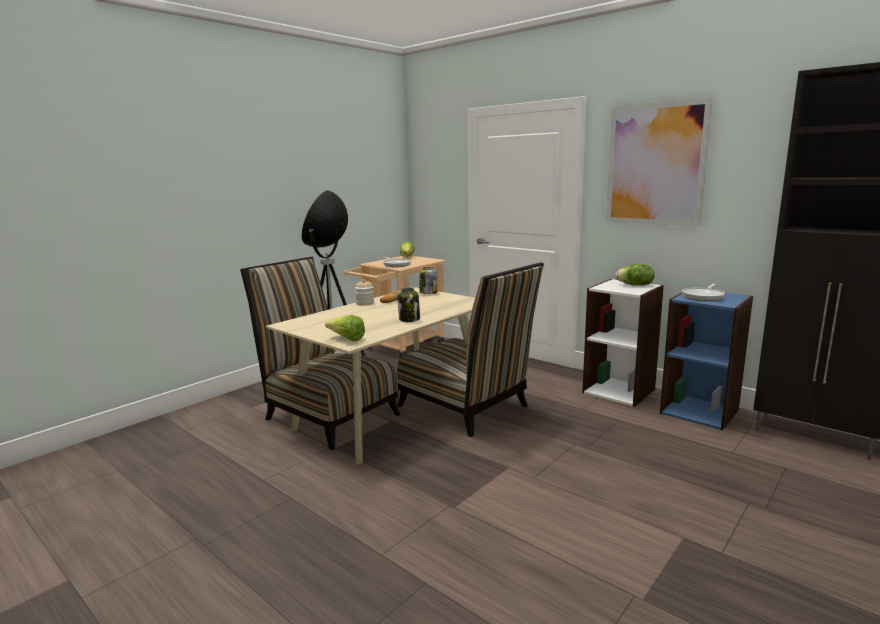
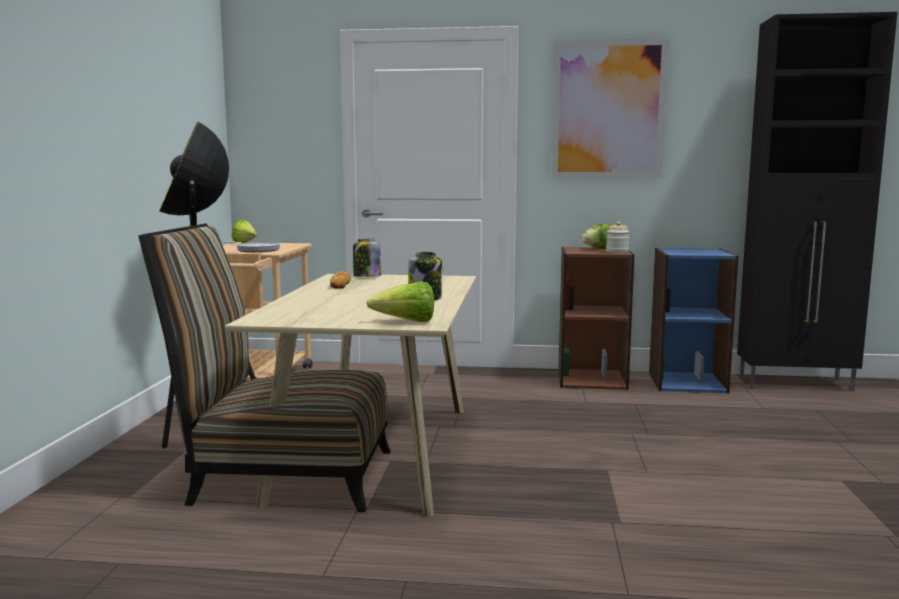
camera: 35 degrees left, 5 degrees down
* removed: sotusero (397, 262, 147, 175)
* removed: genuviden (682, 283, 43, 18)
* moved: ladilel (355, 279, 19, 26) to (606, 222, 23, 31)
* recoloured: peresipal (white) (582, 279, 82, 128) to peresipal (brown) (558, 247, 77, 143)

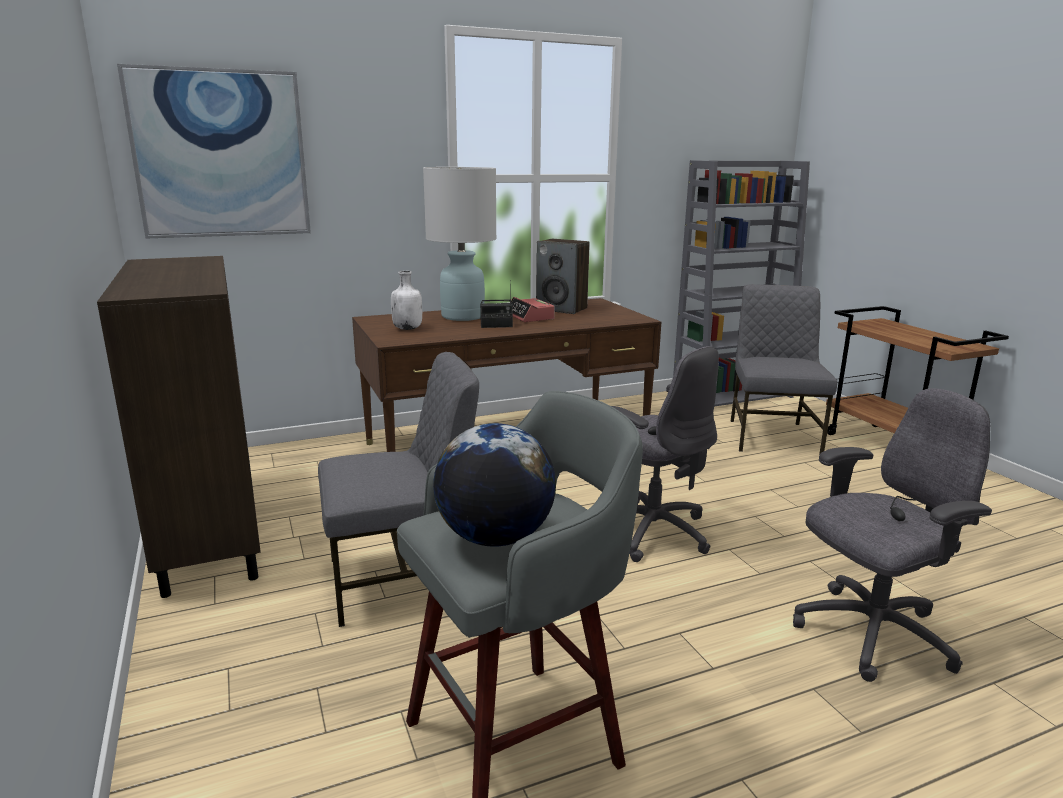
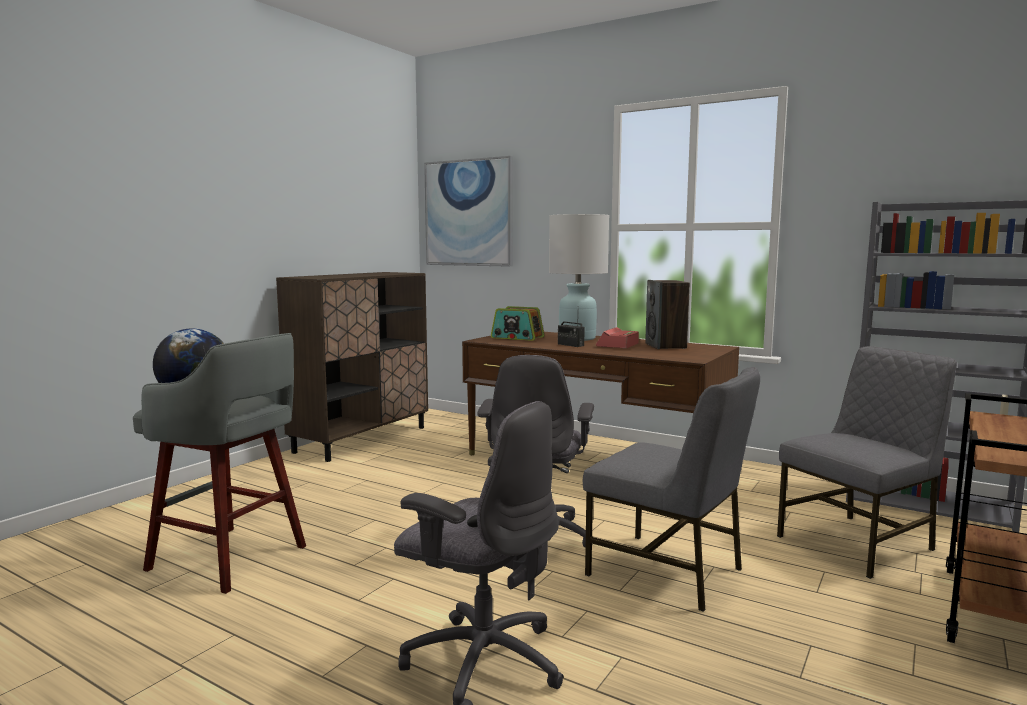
camera: 55 degrees right, 10 degrees down
* moved: sotusero (grey) (318, 352, 161, 275) to (583, 367, 177, 245)
* replaced: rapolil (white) (391, 271, 31, 59) to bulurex (491, 306, 53, 35)

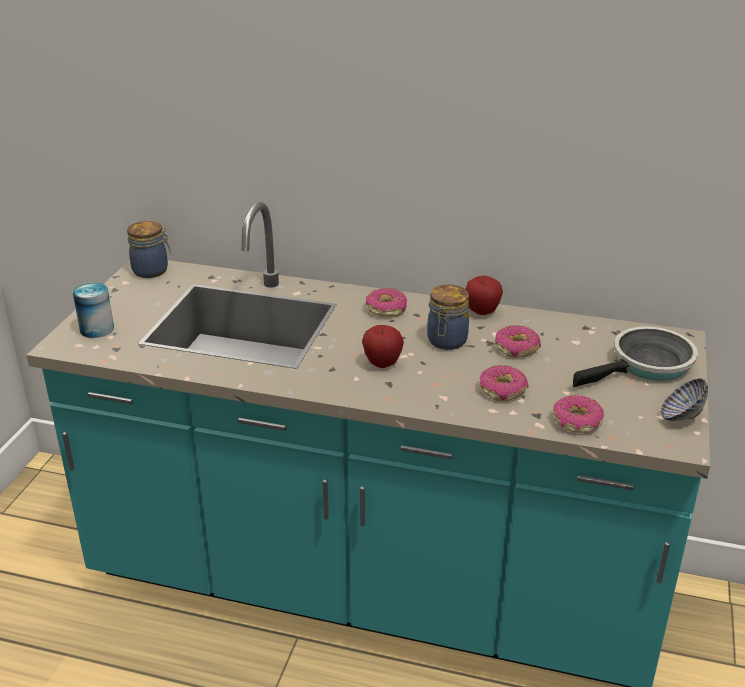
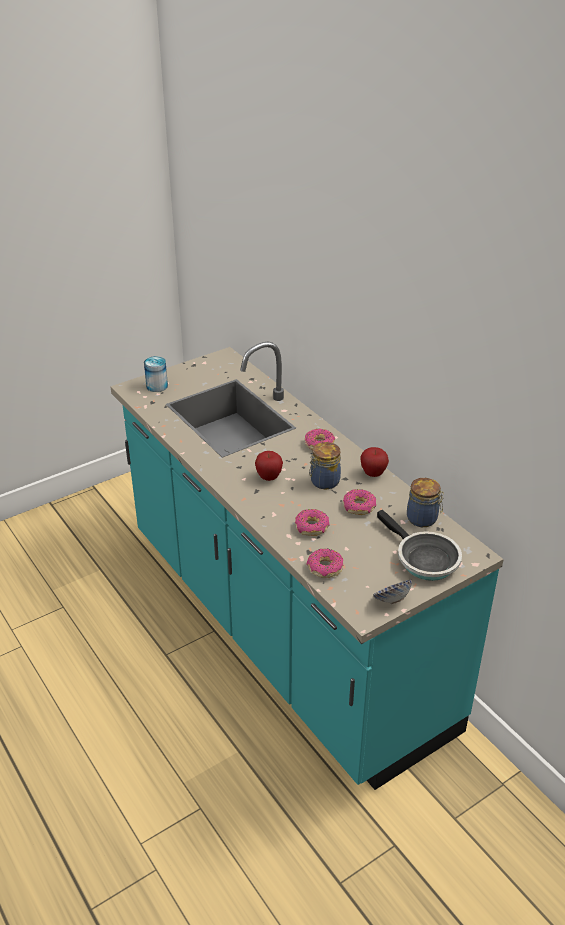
camera: 40 degrees right, 5 degrees up
* moved: ladilel (127, 221, 44, 57) to (407, 478, 37, 49)
* turned: genuviden (573, 326, 125, 61) = (377, 510, 85, 71) 45 degrees clockwise

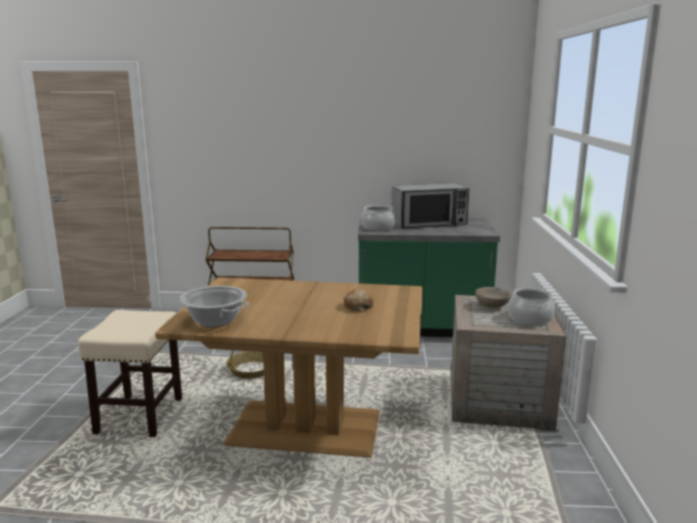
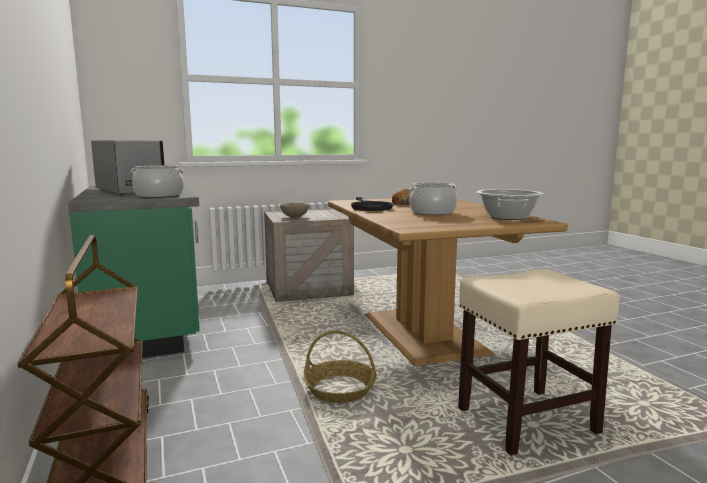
camera: 115 degrees left, 5 degrees down
* added: genuviden (black) (351, 197, 42, 14)
* moved: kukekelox (508, 288, 47, 38) to (409, 182, 48, 33)

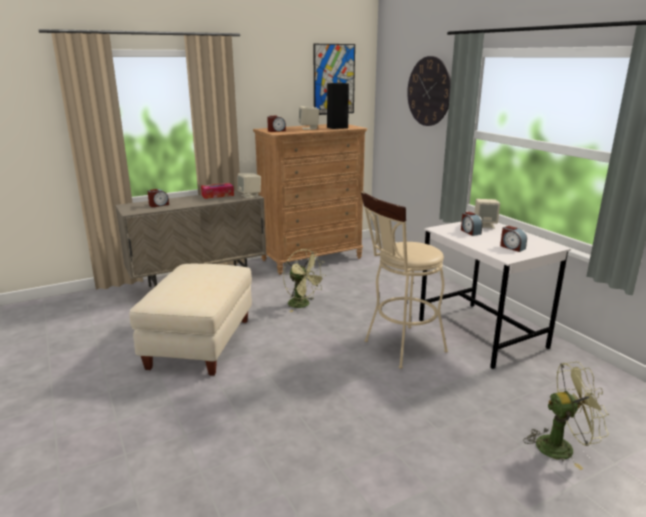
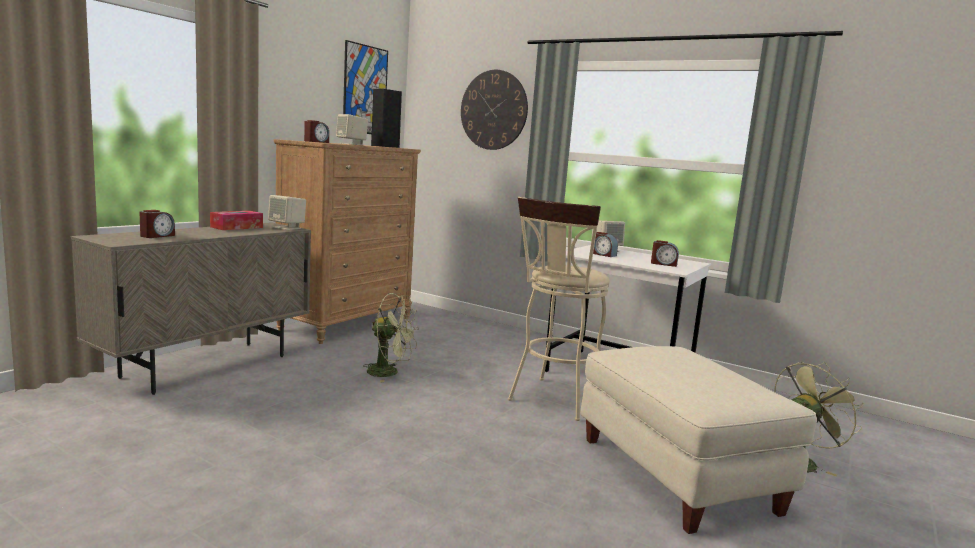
camera: 30 degrees left, 10 degrees down
* moved: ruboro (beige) (129, 264, 123, 112) to (580, 346, 237, 188)

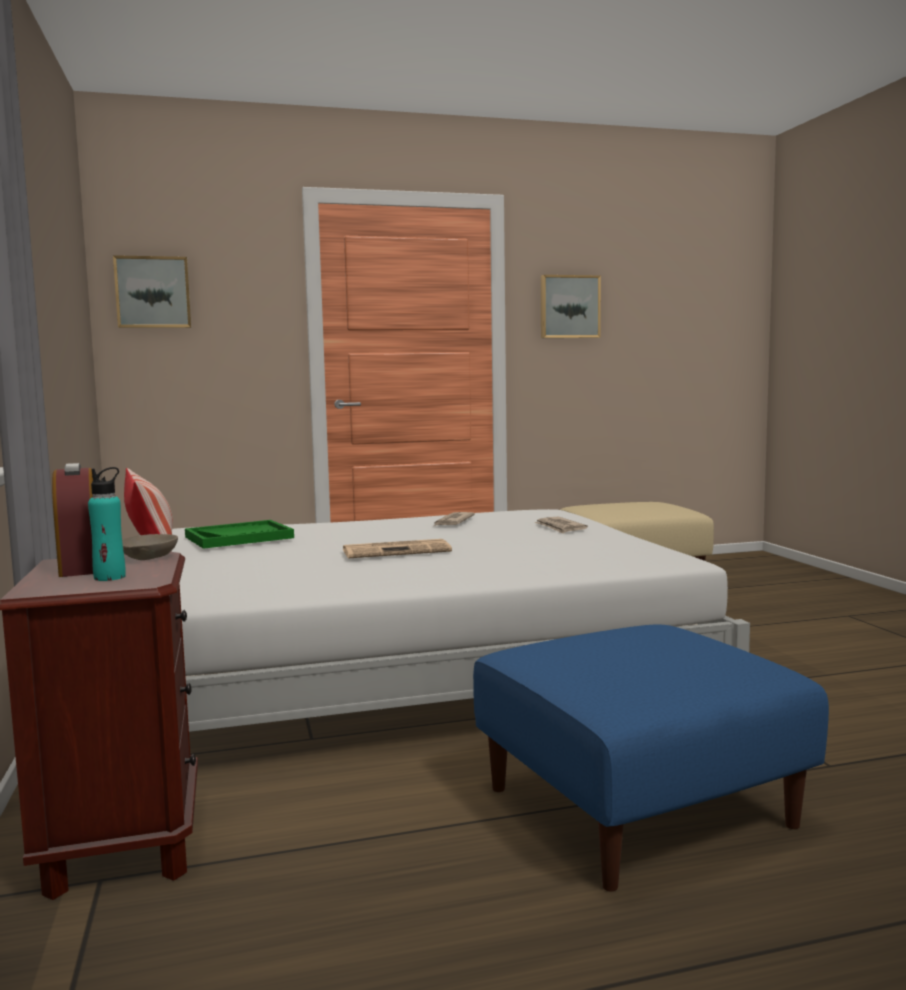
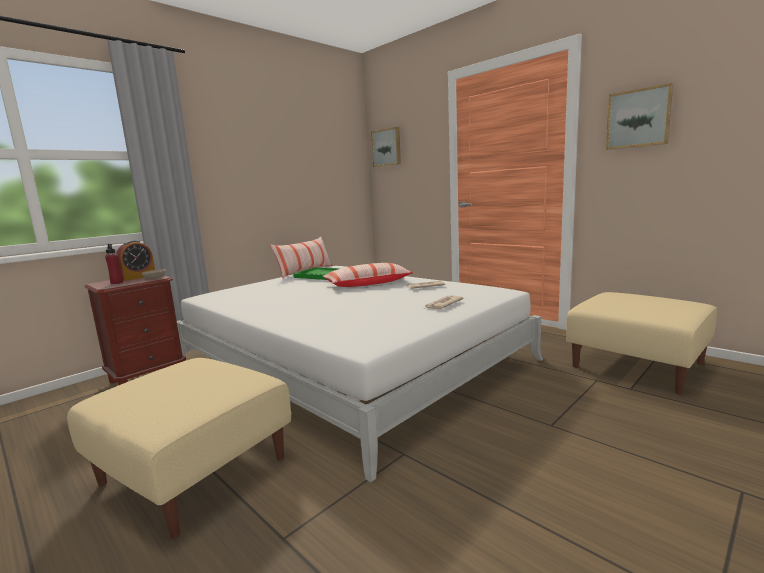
camera: 60 degrees right, 5 degrees up
* removed: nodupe (343, 539, 109, 19)
* added: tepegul (323, 263, 90, 24)
* recoloured: rapolil (turquoise) (88, 467, 38, 114) to rapolil (red) (105, 244, 18, 40)
* recoloured: ruboro (blue) (473, 624, 356, 268) to ruboro (beige) (67, 358, 224, 180)

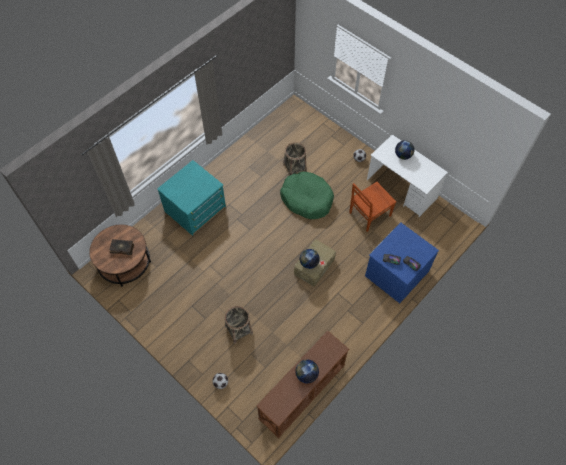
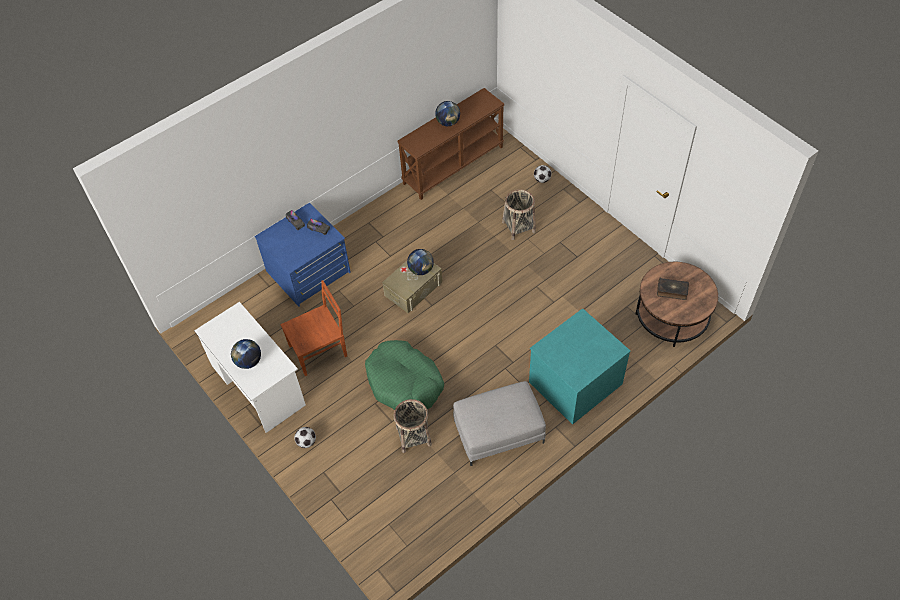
camera: 170 degrees left, 5 degrees down
* added: ruboro (grey) (453, 381, 93, 85)

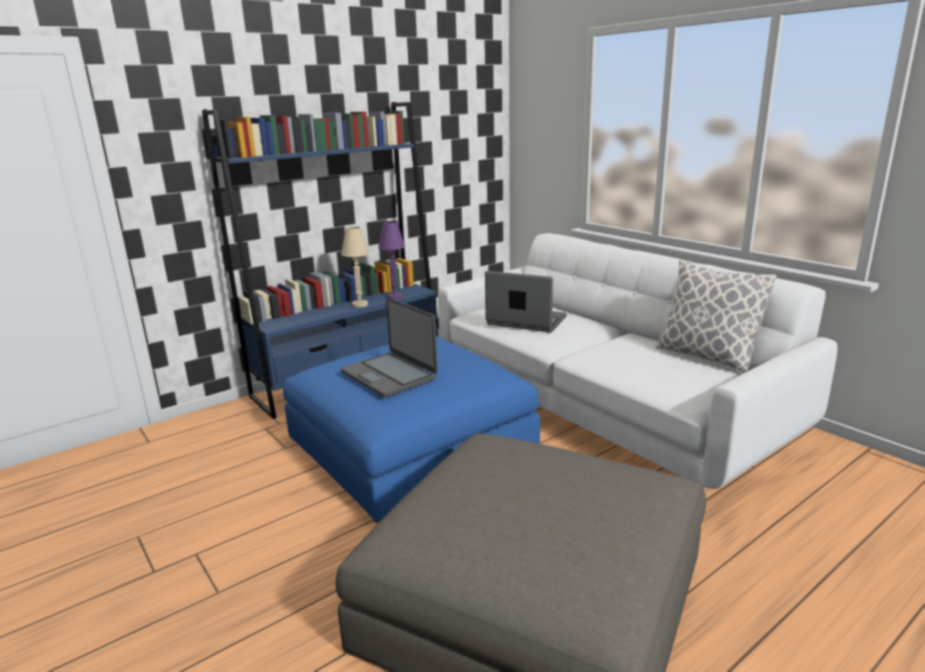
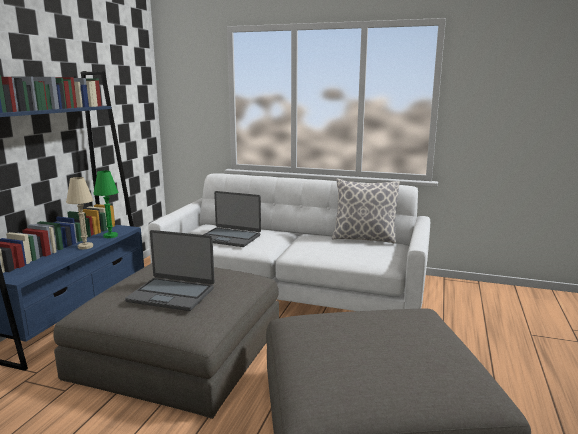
camera: 35 degrees left, 5 degrees down
* recoloured: ruboro (blue) (283, 336, 257, 187) to ruboro (grey) (53, 263, 226, 156)
* recoloured: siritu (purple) (378, 221, 27, 78) to siritu (green) (93, 171, 25, 67)
* turned: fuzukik (485, 271, 82, 61) = (203, 191, 58, 56) 150 degrees counterclockwise

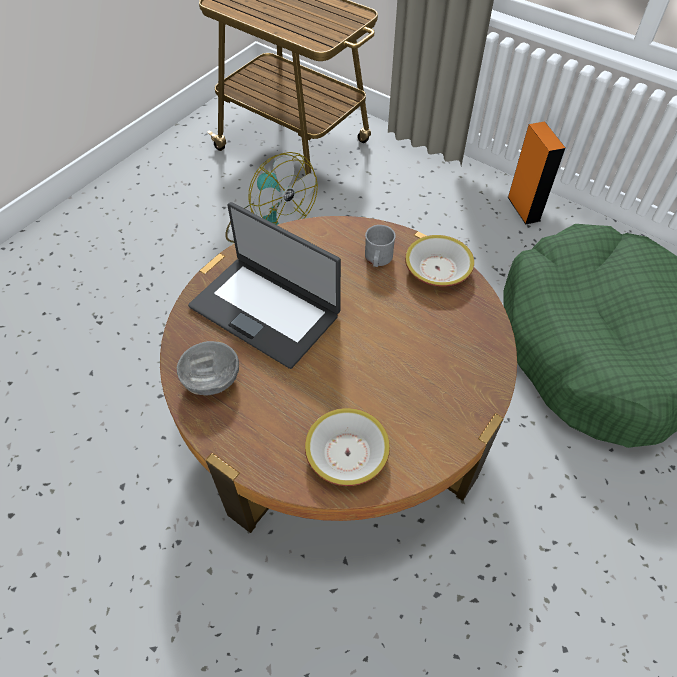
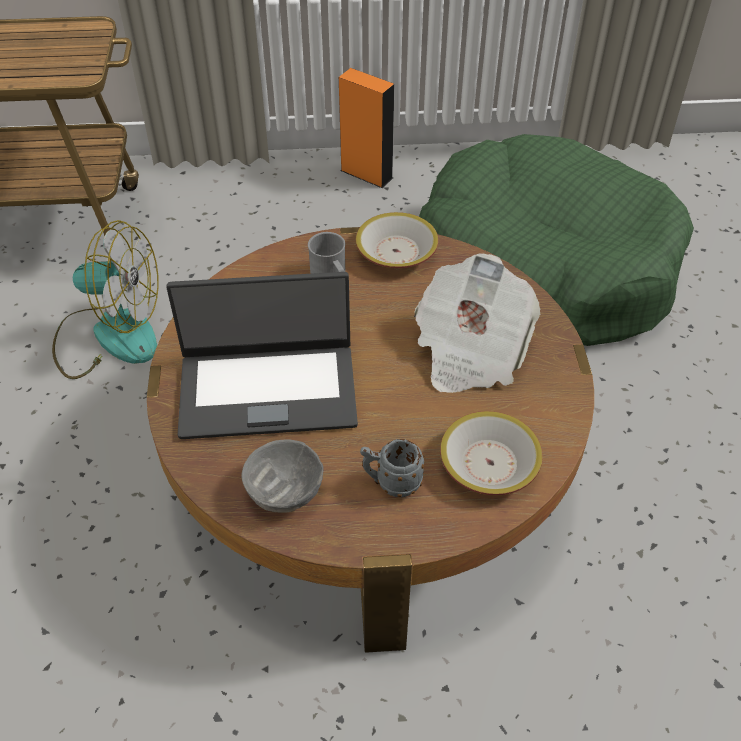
camera: 40 degrees left, 5 degrees down
* added: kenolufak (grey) (360, 439, 64, 58)
* added: nodupe (414, 253, 126, 140)

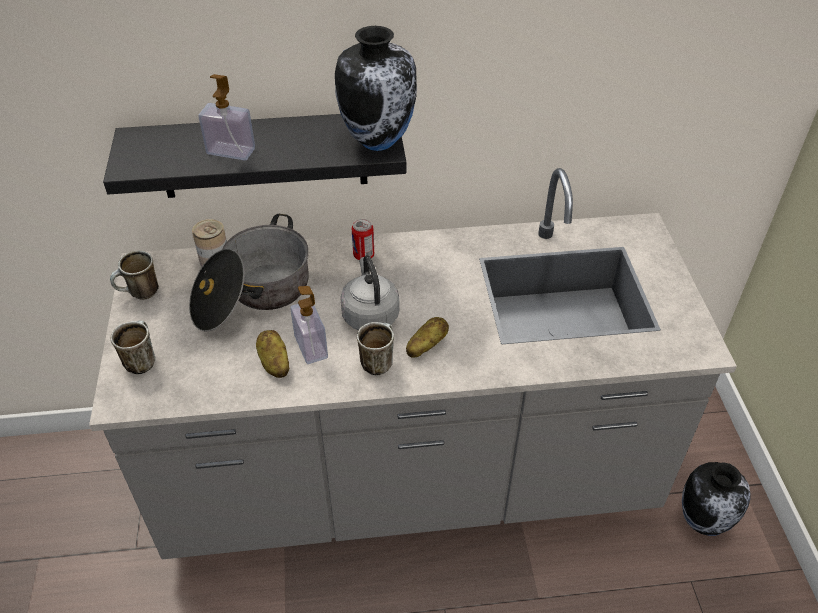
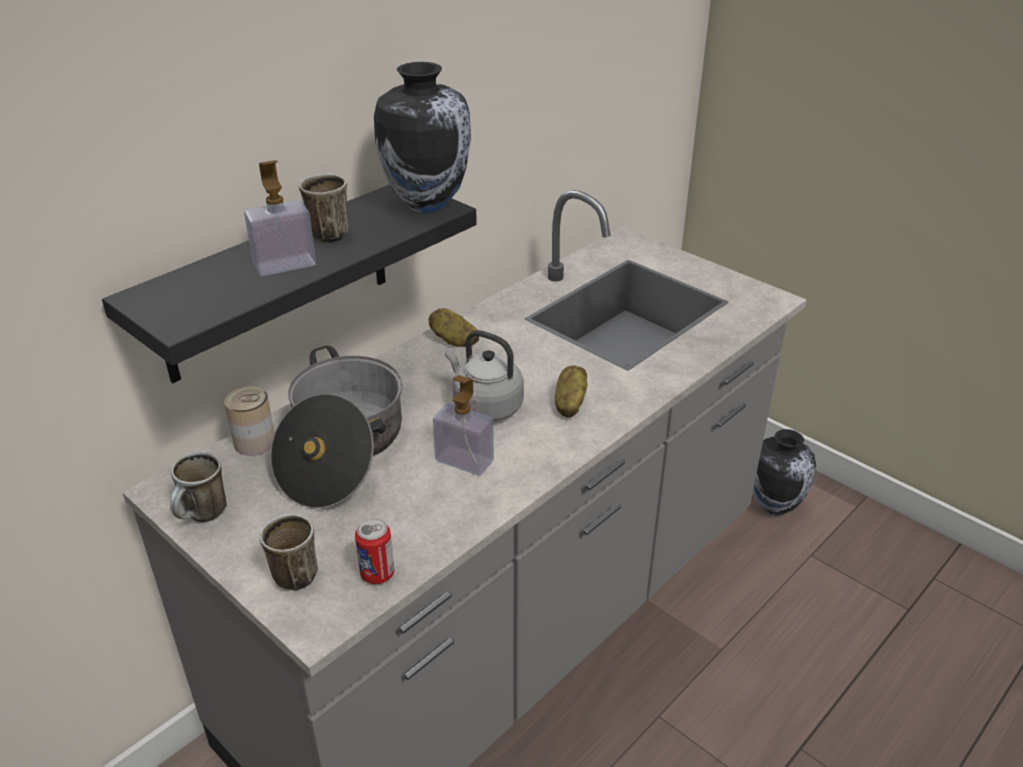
camera: 40 degrees left, 10 degrees down
* moved: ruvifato (256, 330, 33, 48) to (429, 308, 50, 39)
* moved: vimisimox (351, 219, 23, 41) to (355, 518, 39, 66)
* moved: kenolufak (357, 322, 37, 53) to (299, 174, 50, 69)

